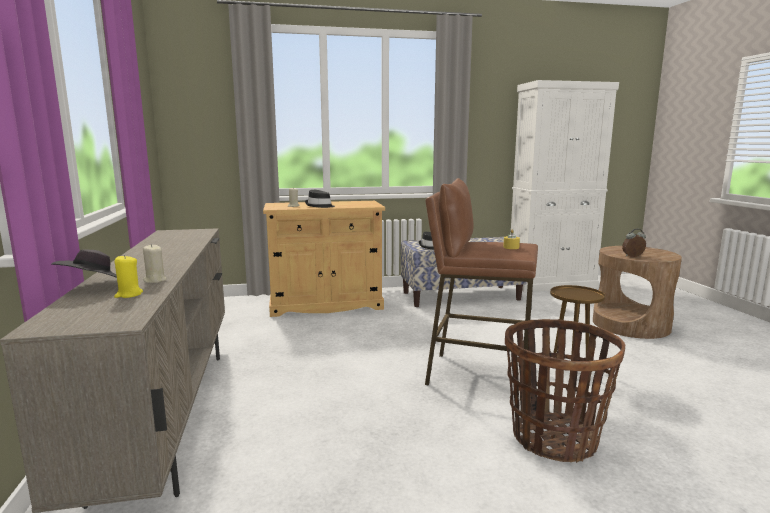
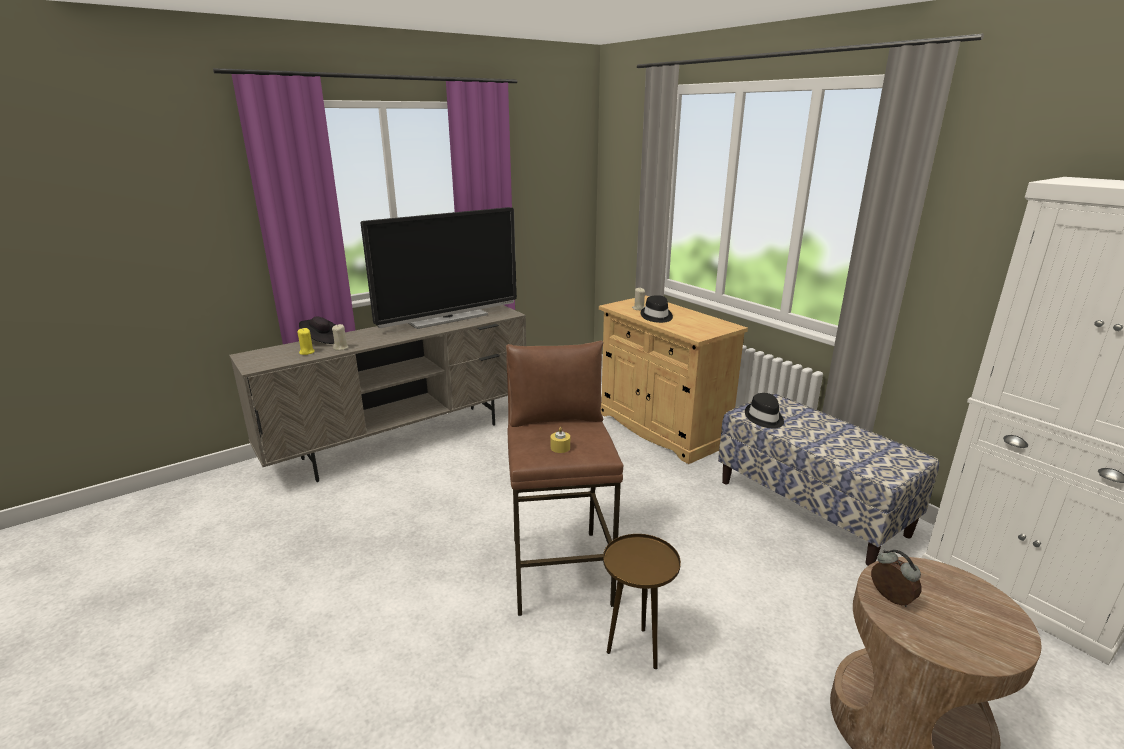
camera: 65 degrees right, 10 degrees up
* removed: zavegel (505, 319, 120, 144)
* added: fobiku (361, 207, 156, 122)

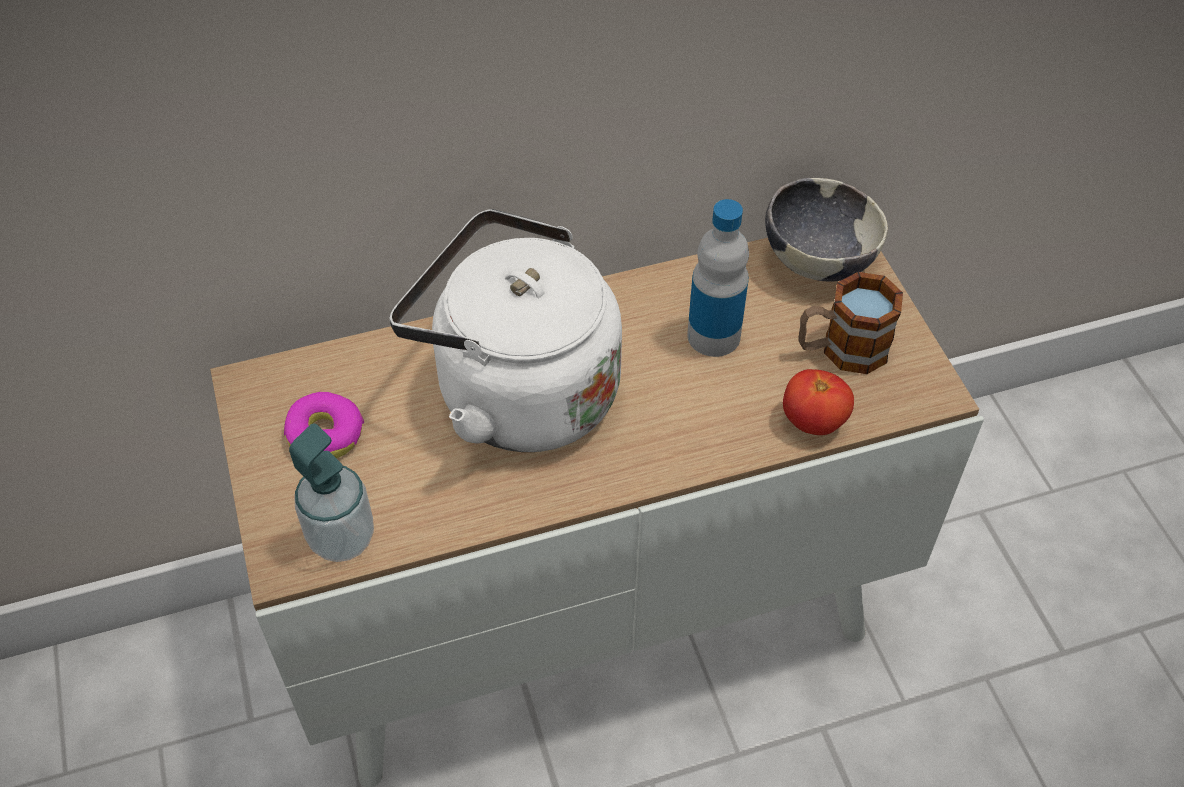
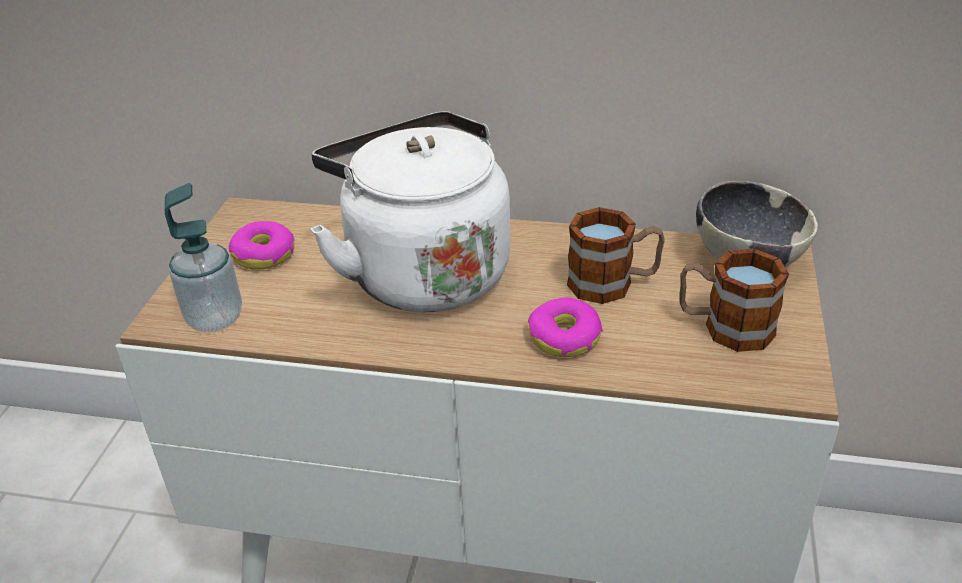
camera: 30 degrees right, 15 degrees down
* removed: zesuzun (783, 369, 71, 66)
* added: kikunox (528, 297, 75, 60)
* replaced: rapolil (687, 199, 62, 158) to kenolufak (567, 207, 98, 97)

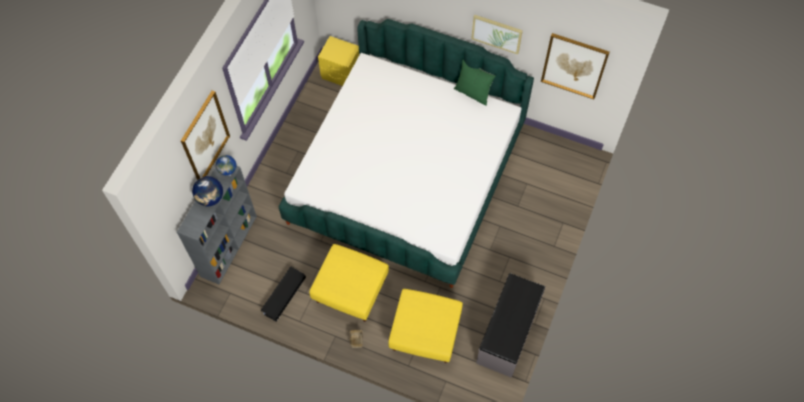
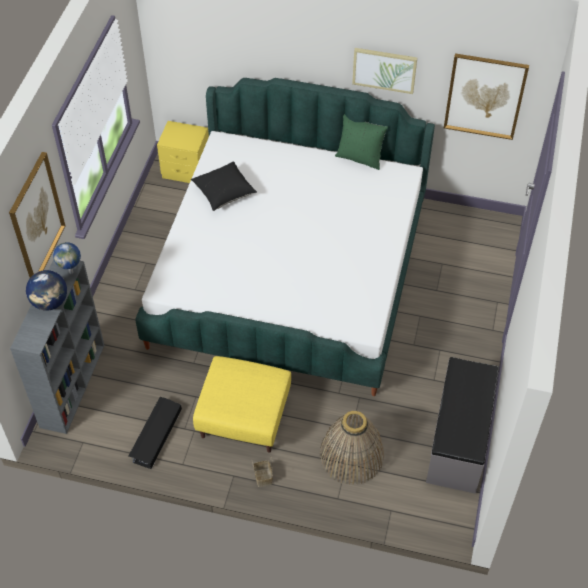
camera: 10 degrees left, 10 degrees down
* added: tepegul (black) (191, 162, 66, 49)
* replaced: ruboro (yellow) (388, 289, 75, 74) to zavegel (320, 411, 64, 74)

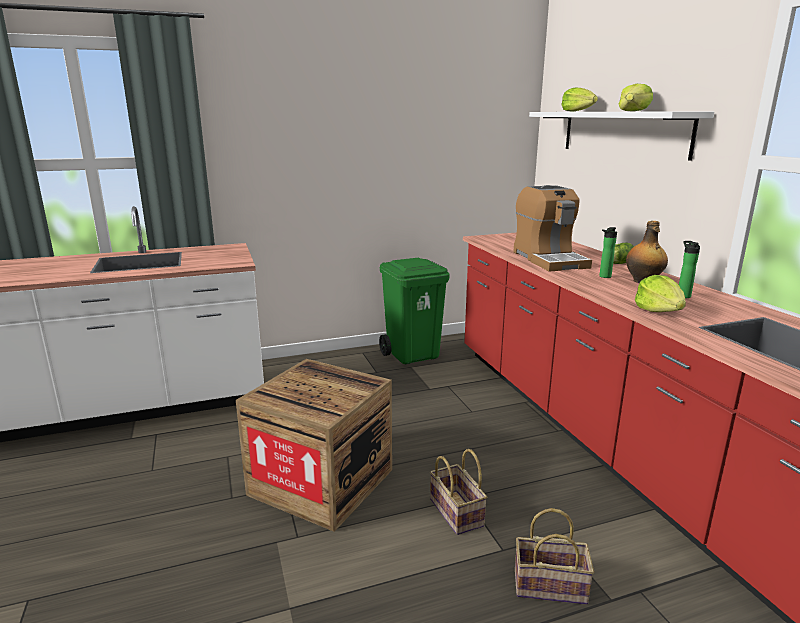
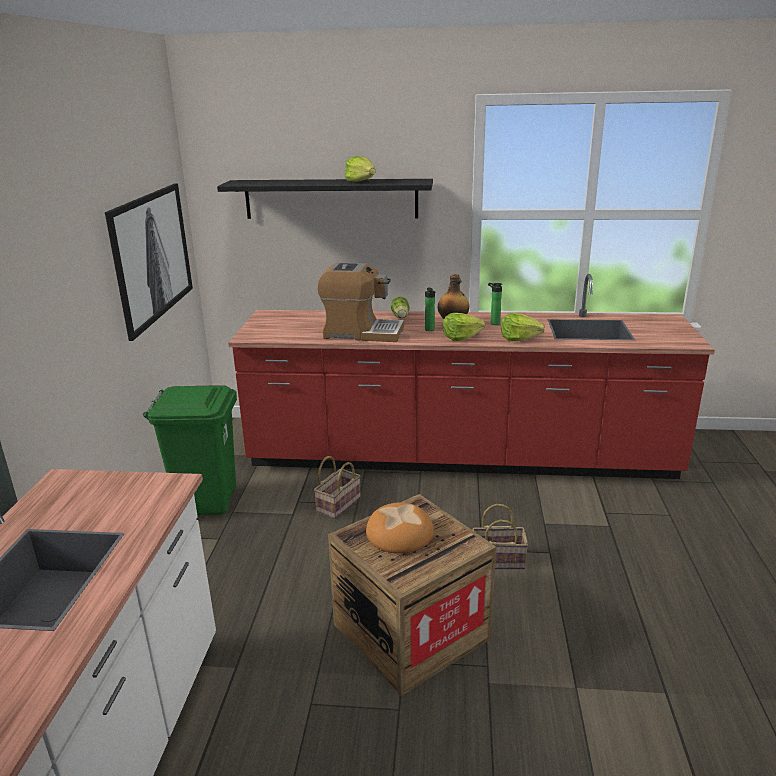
camera: 65 degrees left, 5 degrees up
* added: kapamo (105, 184, 88, 157)
* added: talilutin (366, 502, 68, 52)
* moved: zavegel (515, 508, 79, 97) to (314, 456, 47, 63)
* moved: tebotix (561, 88, 37, 24) to (442, 313, 43, 28)
* recoloured: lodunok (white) (529, 112, 185, 49) to lodunok (black) (217, 179, 216, 40)

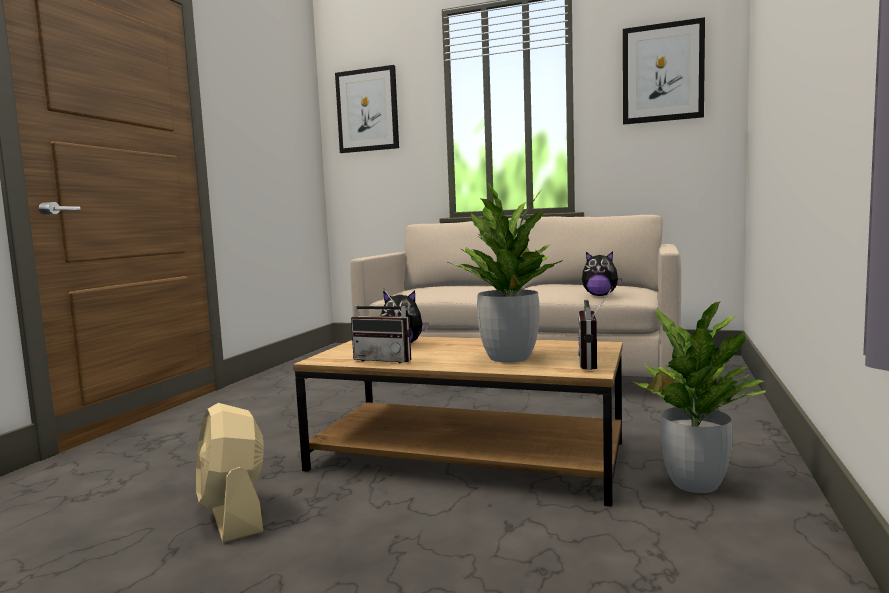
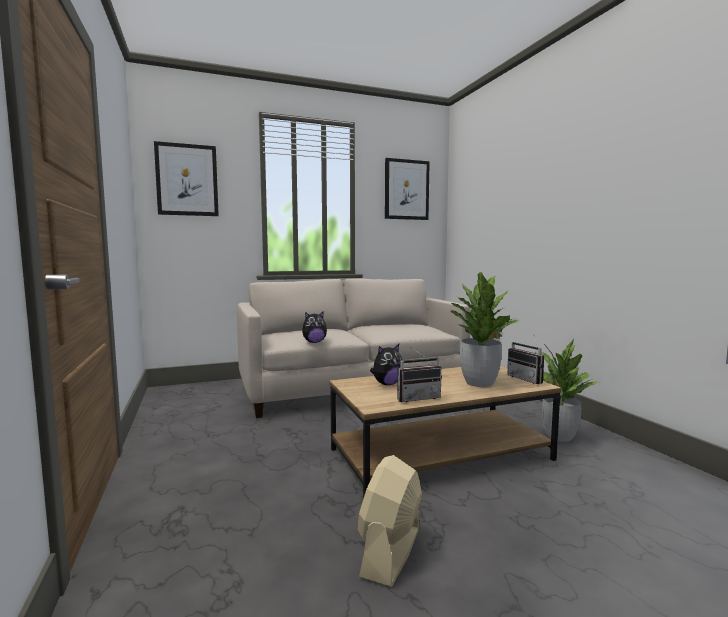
camera: 40 degrees left, 0 degrees up
* moved: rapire (582, 251, 40, 45) to (302, 311, 25, 32)
* turned: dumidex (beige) (196, 403, 68, 140) = (358, 455, 64, 132) 90 degrees clockwise

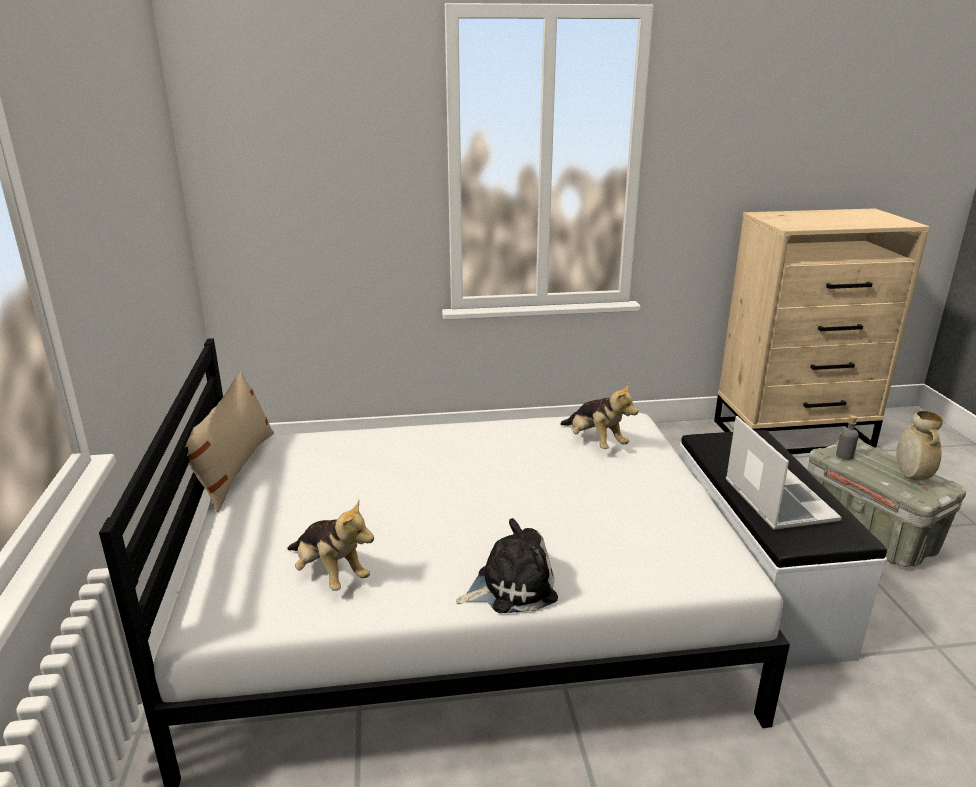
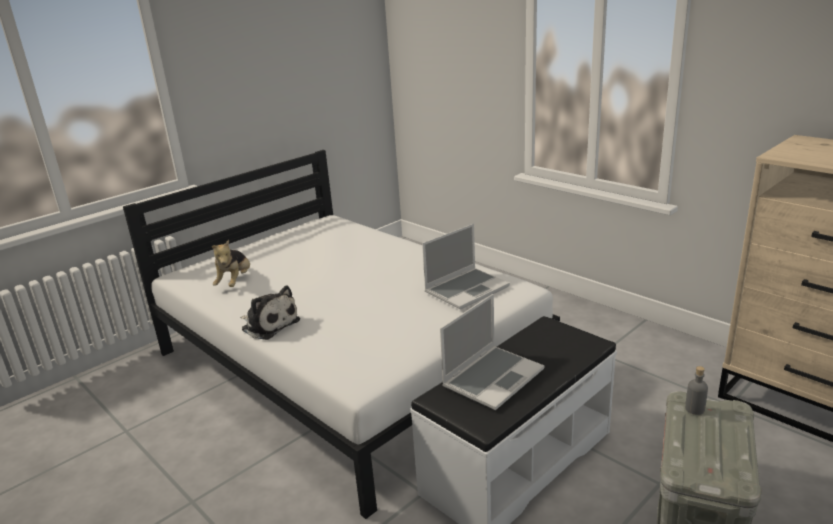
camera: 55 degrees right, 0 degrees up
* removed: tepegul (beige) (177, 371, 97, 141)
* removed: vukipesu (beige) (896, 410, 47, 70)
* replaced: rapire (560, 383, 78, 66) to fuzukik (422, 224, 88, 86)

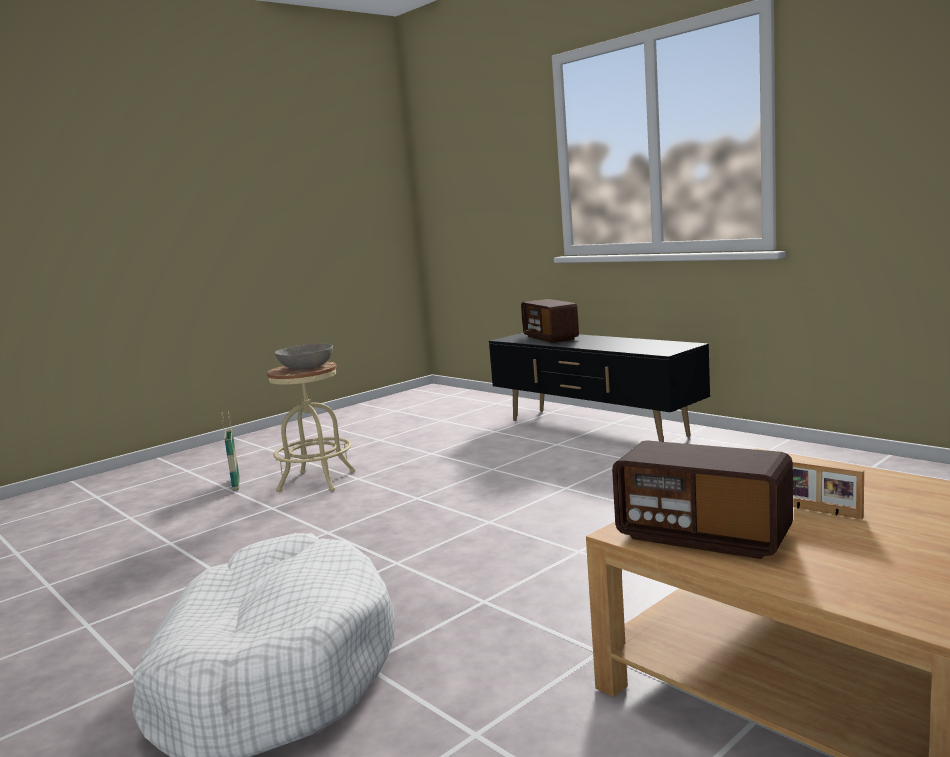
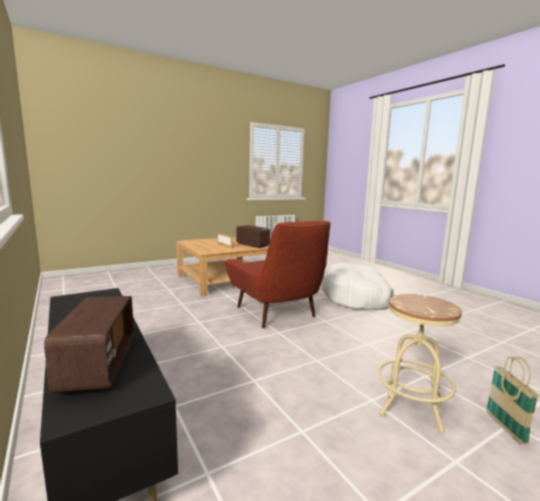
camera: 170 degrees left, 0 degrees up
* removed: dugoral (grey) (275, 343, 58, 26)
* added: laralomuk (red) (225, 221, 105, 107)

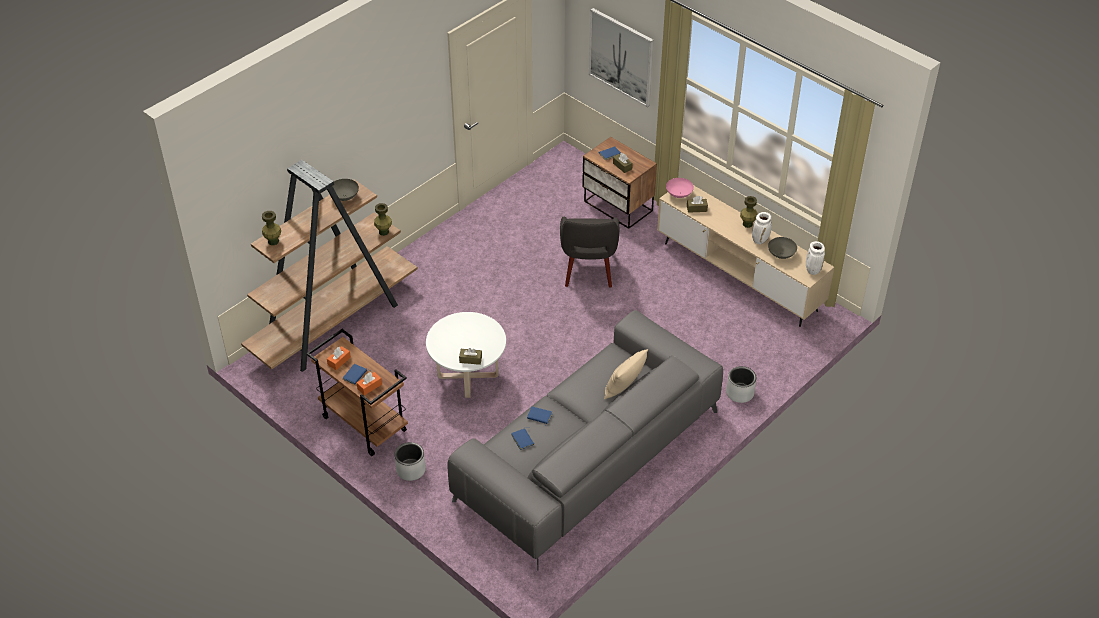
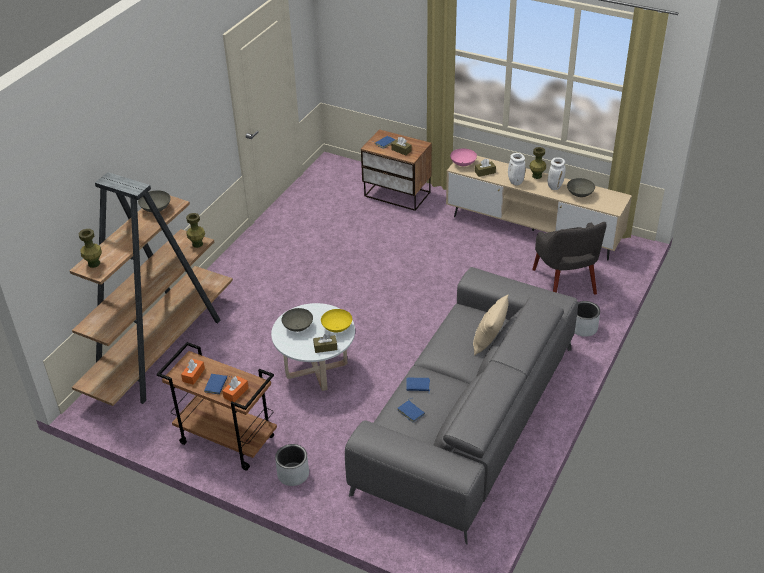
camera: 15 degrees left, 5 degrees down
* removed: kapamo (589, 8, 65, 99)
* added: dugoral (grey) (282, 308, 31, 24)
* added: dugoral (yellow) (321, 309, 31, 23)
* moved: laralomuk (grey) (560, 217, 59, 71) to (532, 222, 75, 73)
* moved: vukipesu (white) (806, 241, 19, 34) to (508, 153, 18, 33)

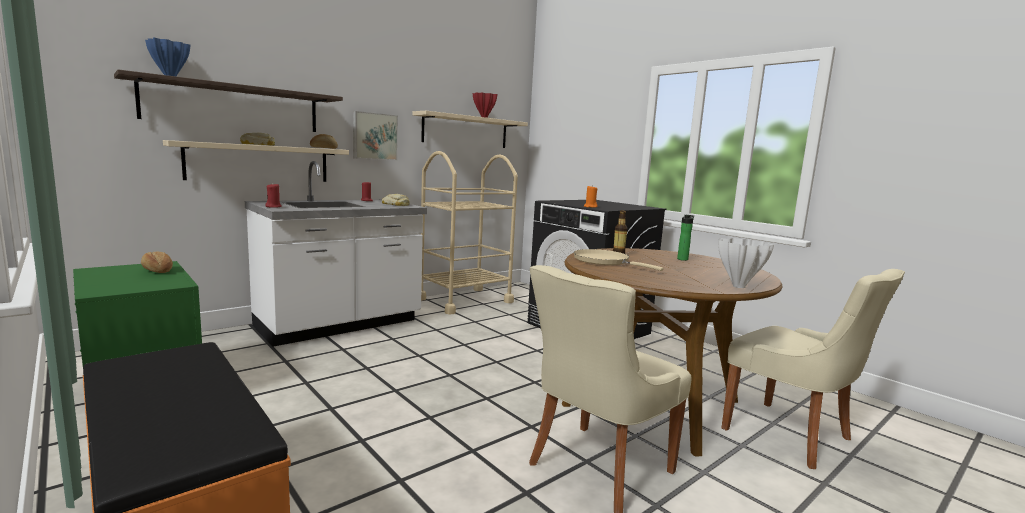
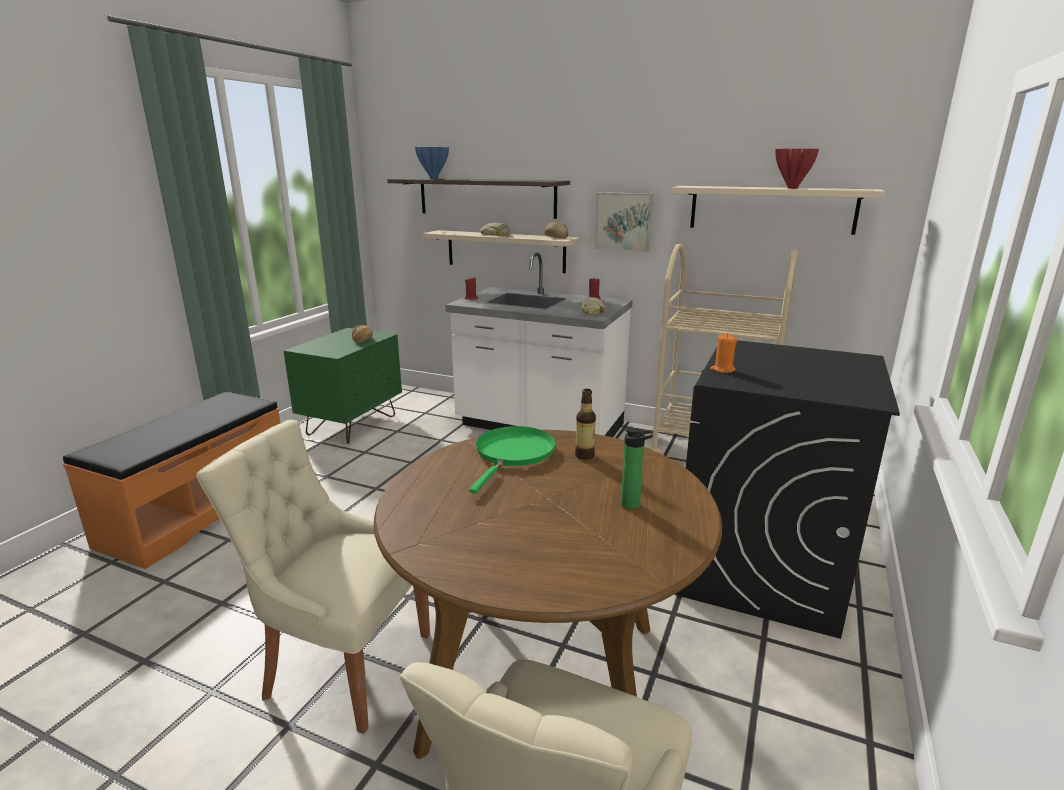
camera: 65 degrees right, 10 degrees up
* removed: vukipesu (white) (718, 238, 56, 50)
* recoloured: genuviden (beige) (573, 249, 91, 22) to genuviden (green) (469, 426, 87, 68)

